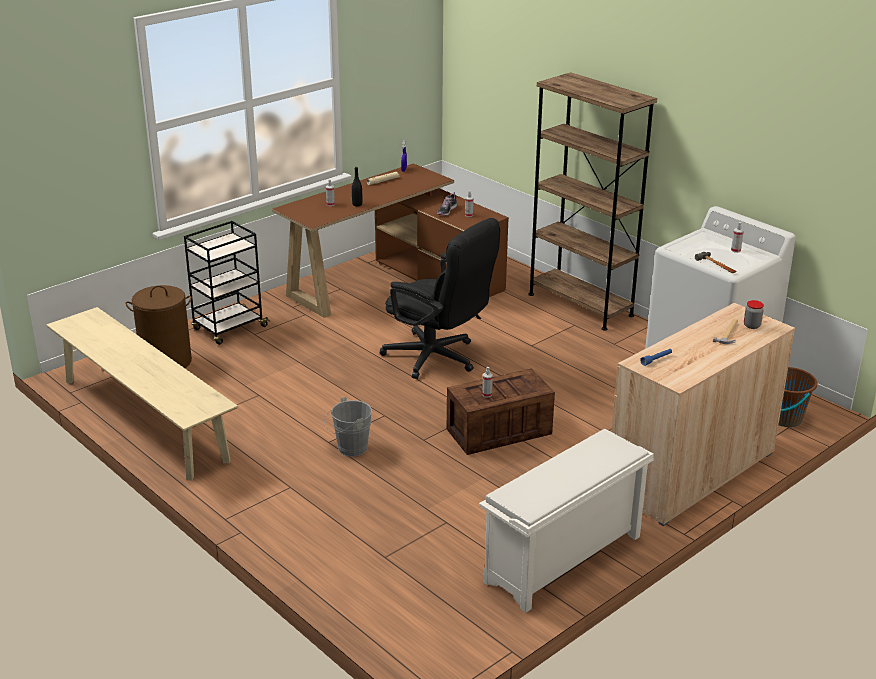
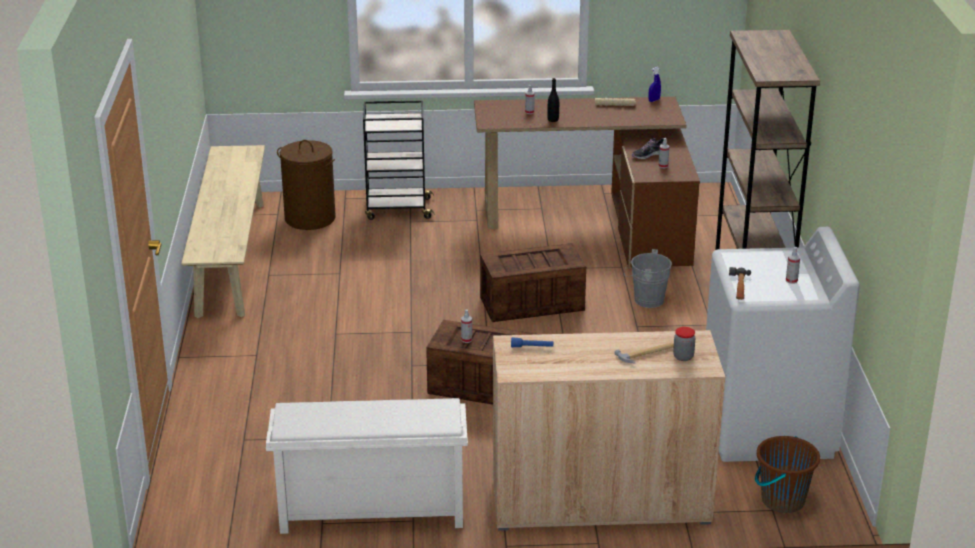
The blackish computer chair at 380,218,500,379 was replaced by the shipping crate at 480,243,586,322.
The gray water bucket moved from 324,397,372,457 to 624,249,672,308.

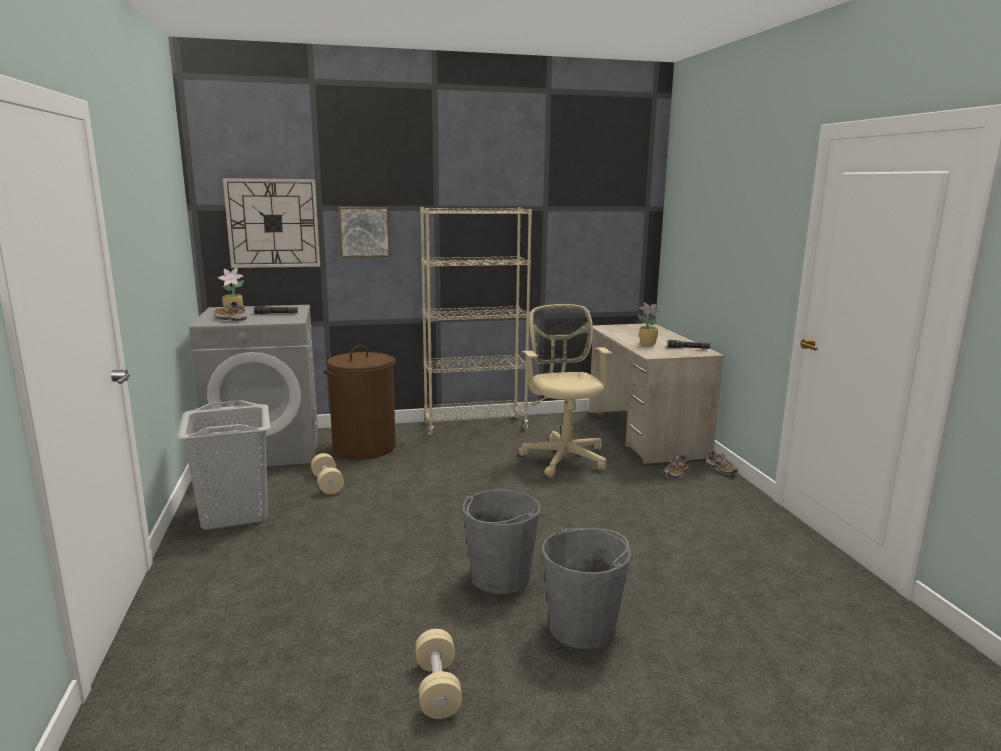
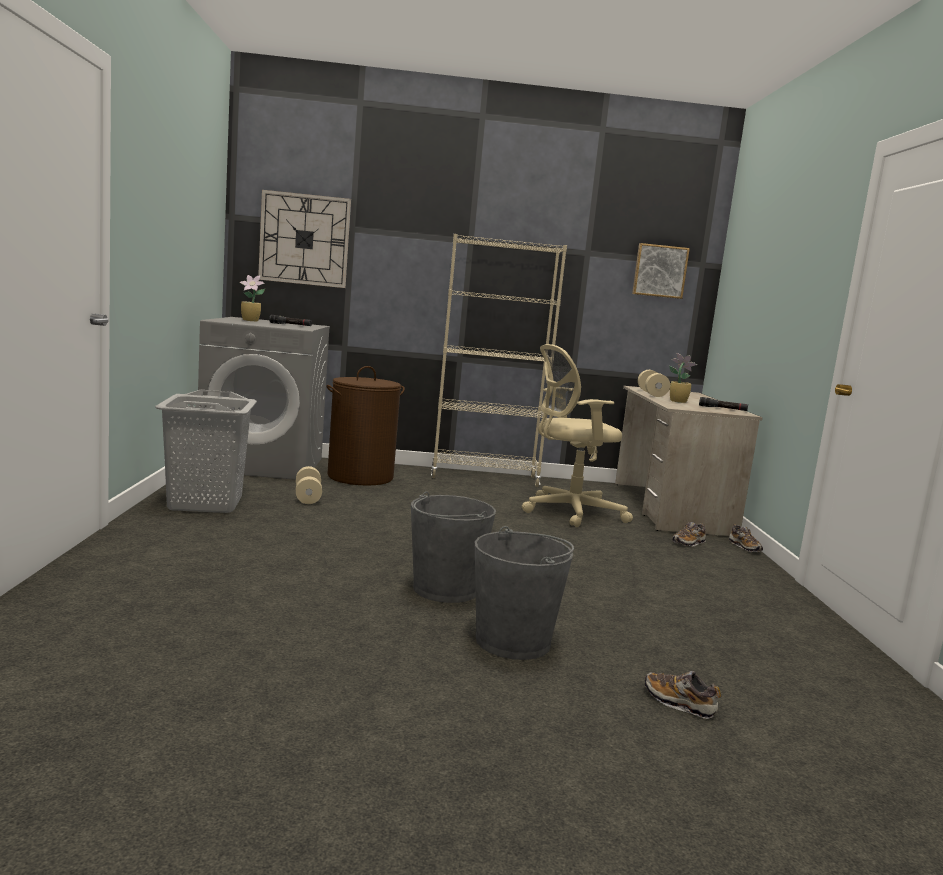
The wall picture moved from 338,207,390,257 to 632,243,690,299.
The low shoe moved from 214,301,247,322 to 645,671,721,719.
The sand-coloured computer chair at 518,304,612,478 turned 105 degrees counterclockwise.
The sand-coloured free weight moved from 415,629,462,719 to 638,370,670,397.

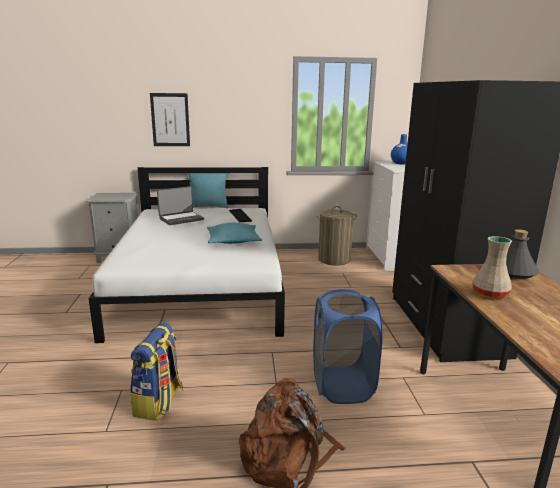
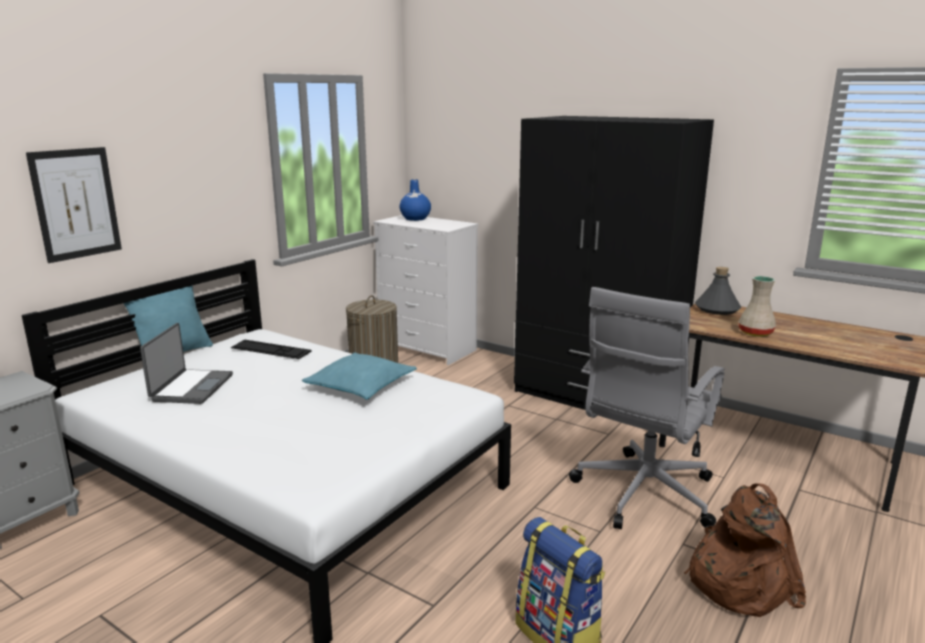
The blue-coloured washing basket at 313,289,383,404 was replaced by the gray computer chair at 569,287,724,529.

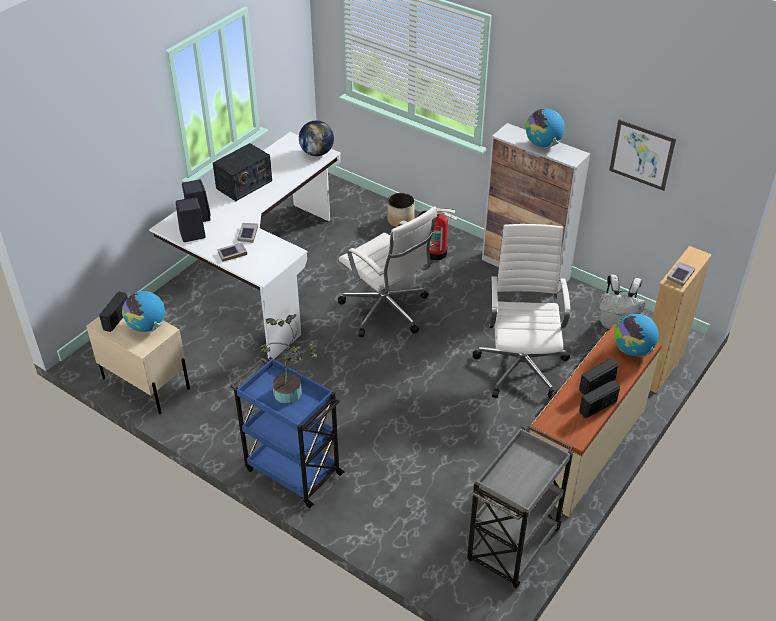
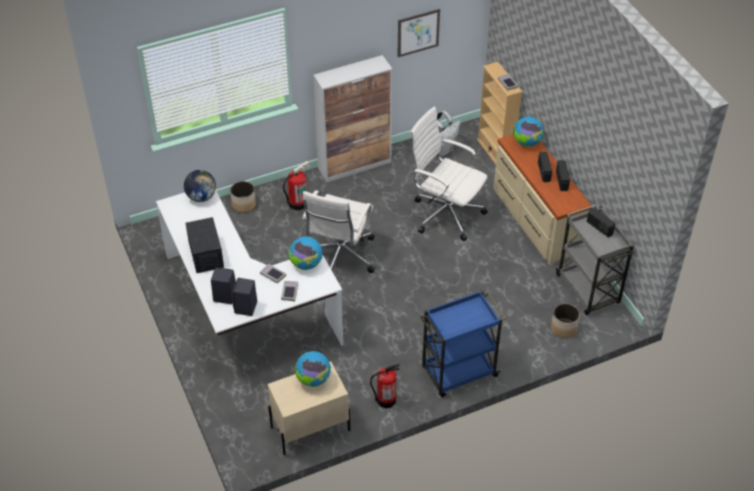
The globe moved from 525,109,565,148 to 289,236,323,270.
The white computer chair at 338,206,437,337 turned 120 degrees clockwise.
The radio moved from 99,292,128,332 to 587,208,616,238.
The plant in a pot at 259,314,317,404 disappeared.
The plant pot at 551,303,580,338 appeared.
The extinguisher at 370,364,400,408 appeared.

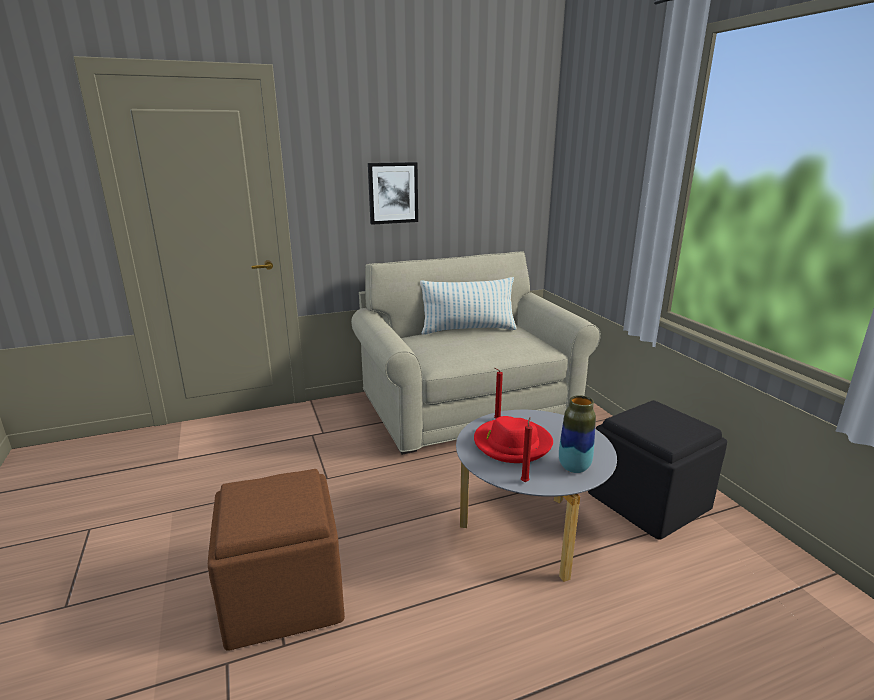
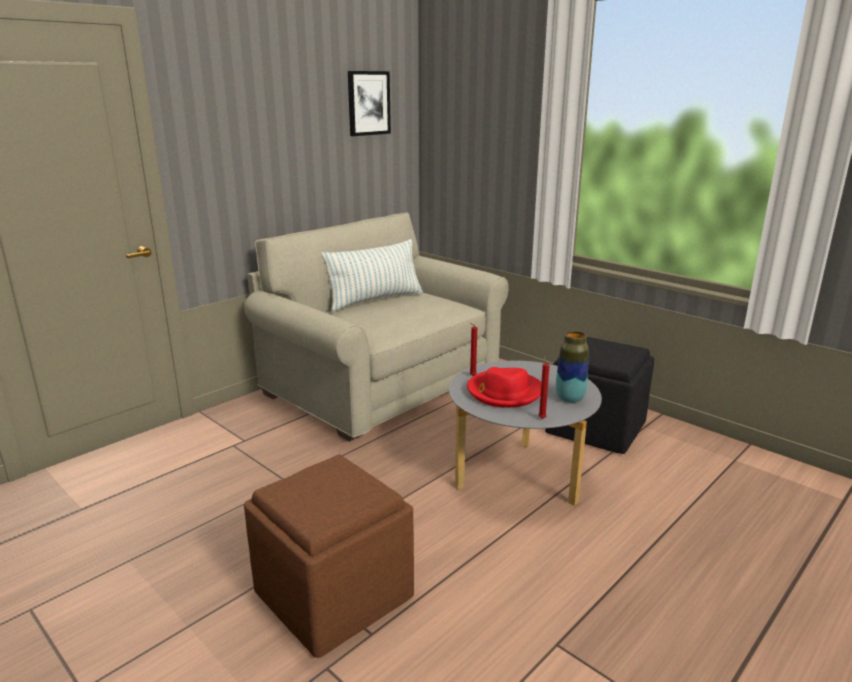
The wall picture moved from 368,162,418,225 to 348,71,391,136.

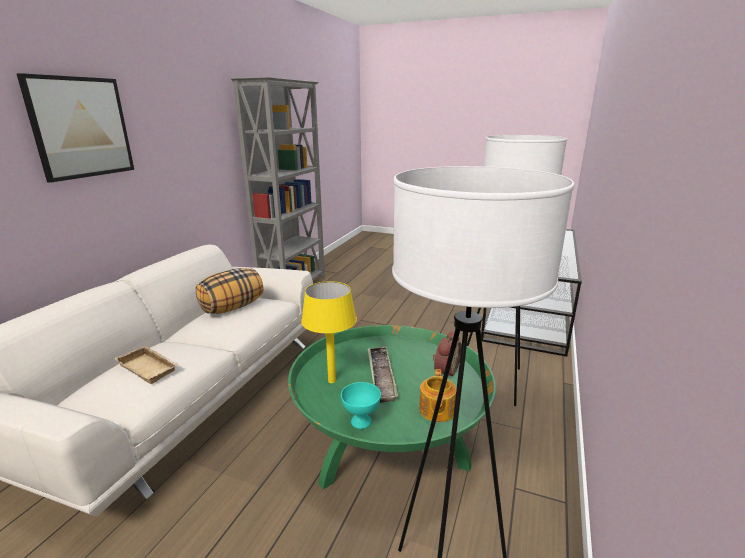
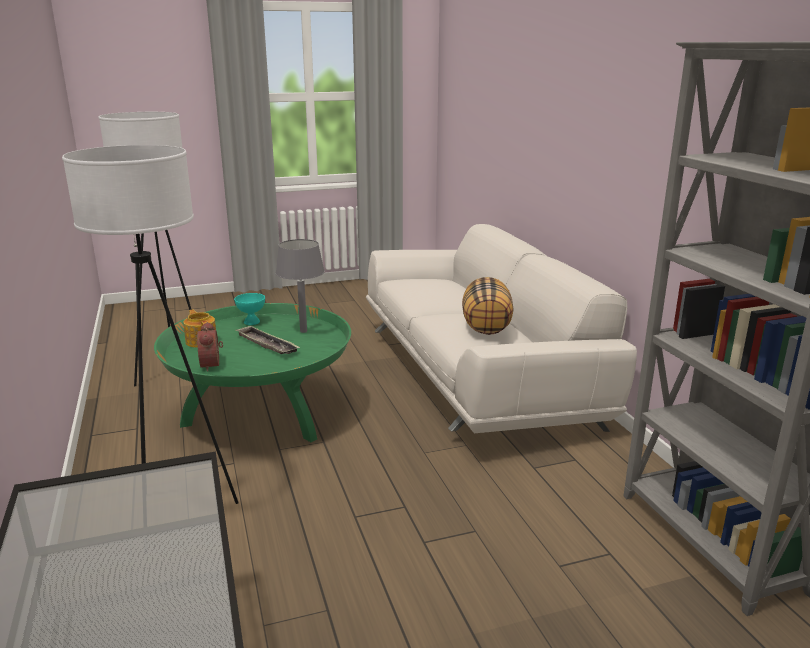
The wall picture at 16,73,134,183 disappeared.
The yellow table lamp at 301,281,357,383 became the gray table lamp at 276,239,325,333.
The sand-coloured tray at 114,346,180,384 disappeared.

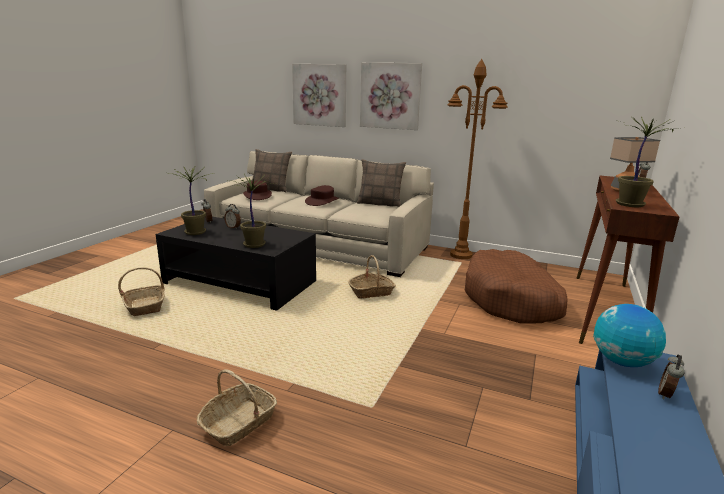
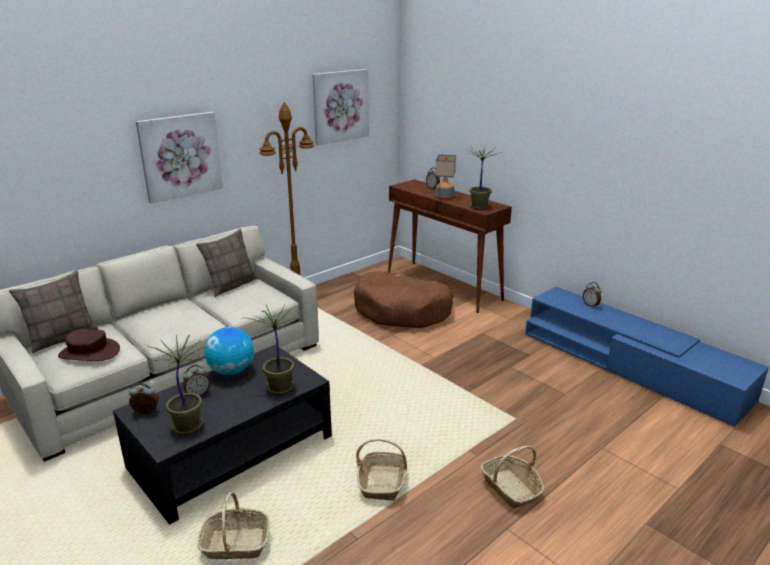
The wall picture moved from 292,64,346,127 to 312,69,369,145.
The brownish wearable hat at 305,185,339,206 disappeared.
The basket moved from 348,255,396,298 to 356,439,407,501.
The globe moved from 593,304,666,367 to 204,327,254,375.

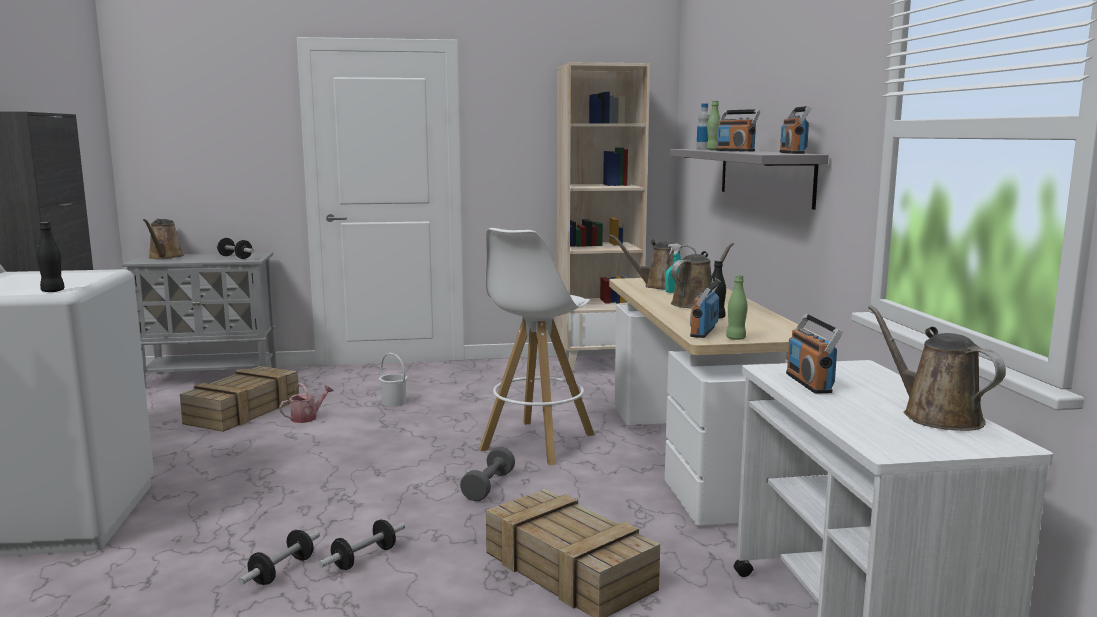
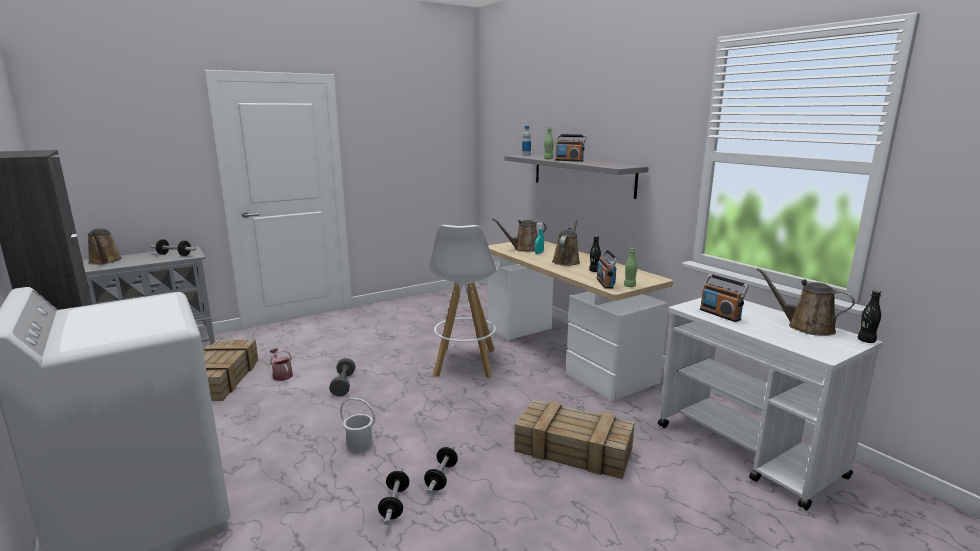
The sand-coloured bookshelf at 556,62,650,372 disappeared.
The radio at 780,106,811,154 disappeared.
The blackish beverage bottle moved from 37,222,65,292 to 857,290,881,343.
The white water bucket moved from 379,353,407,407 to 340,398,375,452.
The watering pot at 279,383,334,423 turned 60 degrees counterclockwise.
The gray free weight moved from 460,447,515,501 to 329,358,355,396.

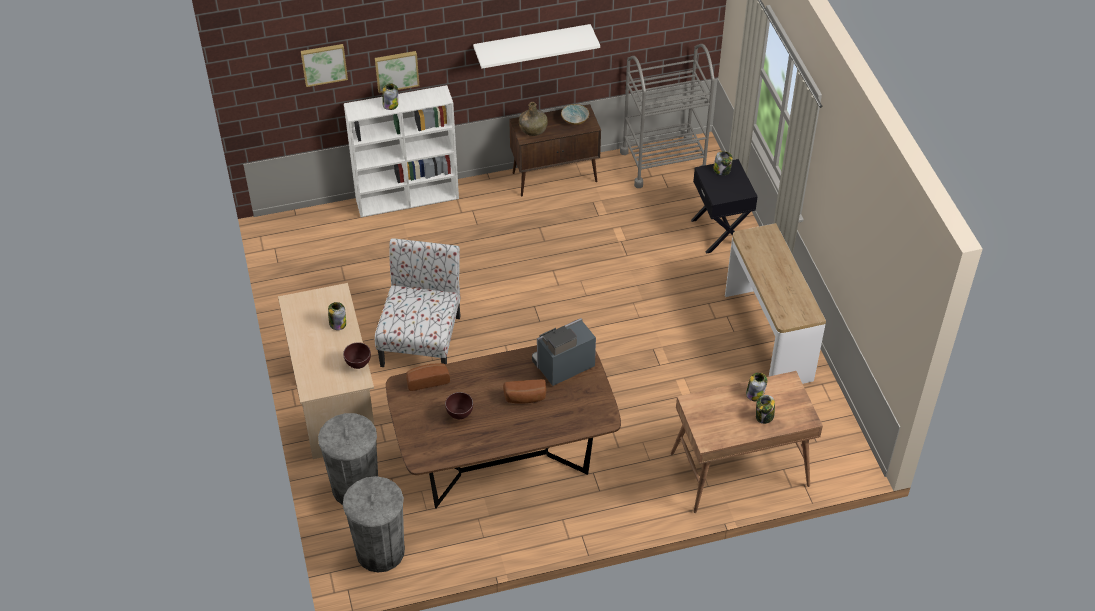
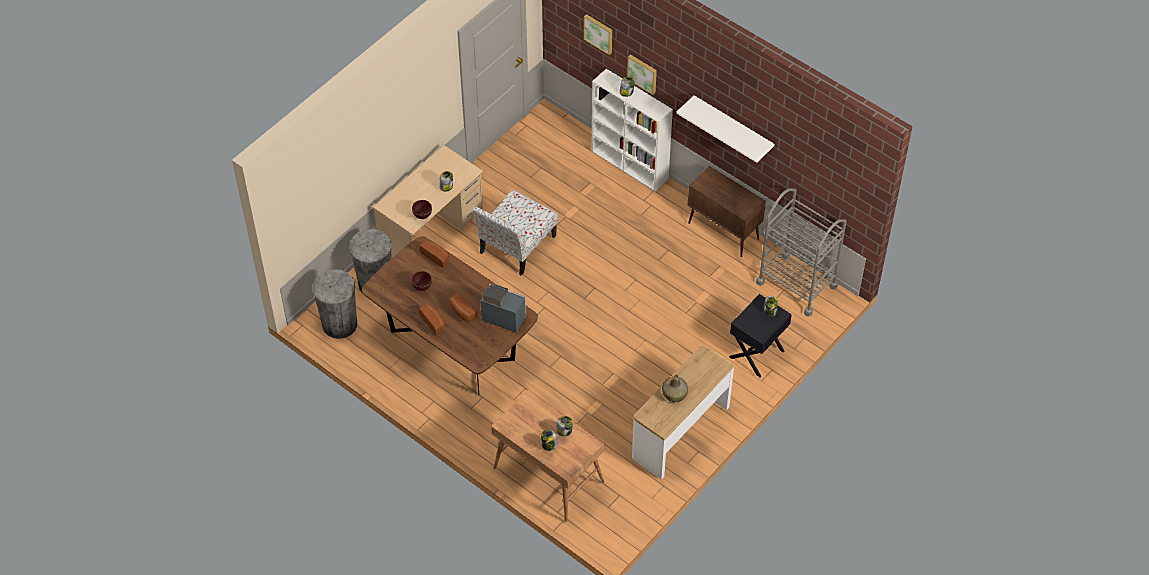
The green beverage bottle moved from 519,102,548,136 to 662,374,688,402.
The deep dish at 561,104,589,125 disappeared.
The chair at 375,238,461,367 turned 150 degrees clockwise.
The bread at 418,304,445,335 appeared.

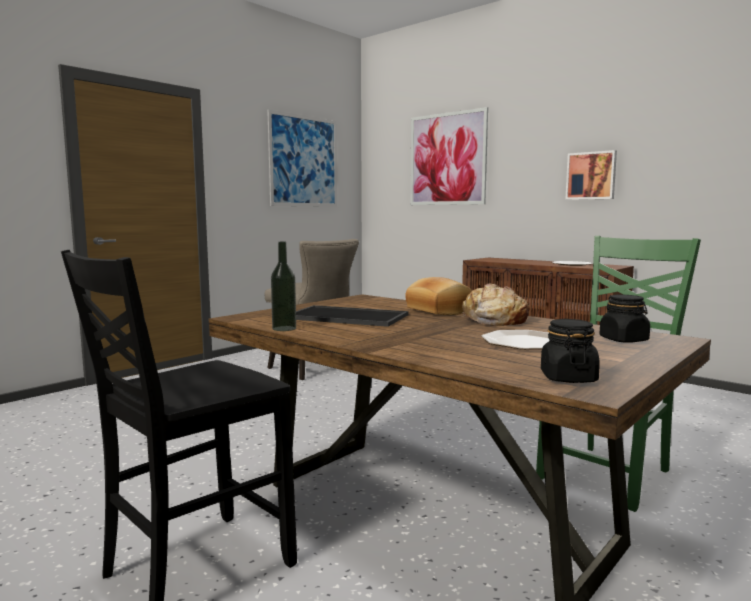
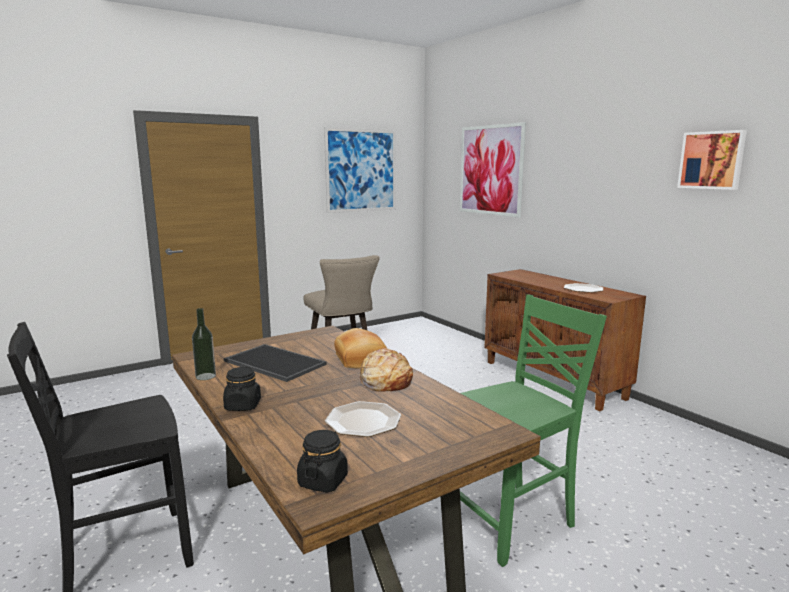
The wall picture moved from 565,150,617,200 to 677,130,747,190.
The blackish storage jar moved from 599,295,650,343 to 223,366,261,411.

